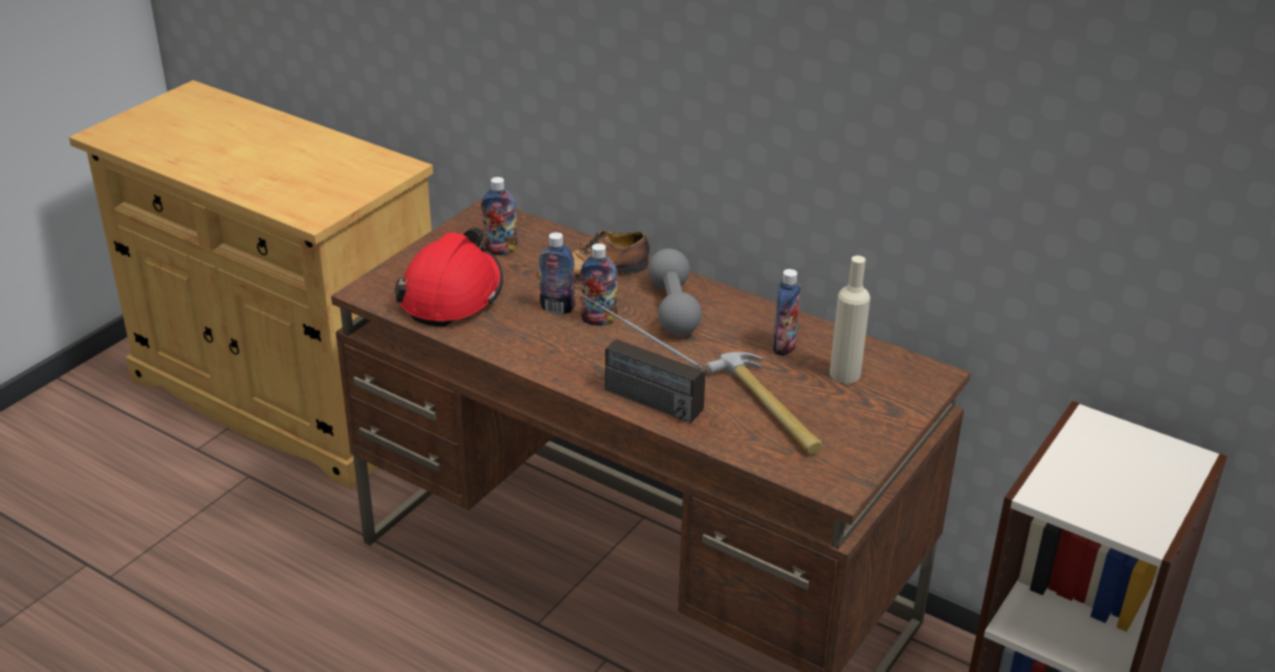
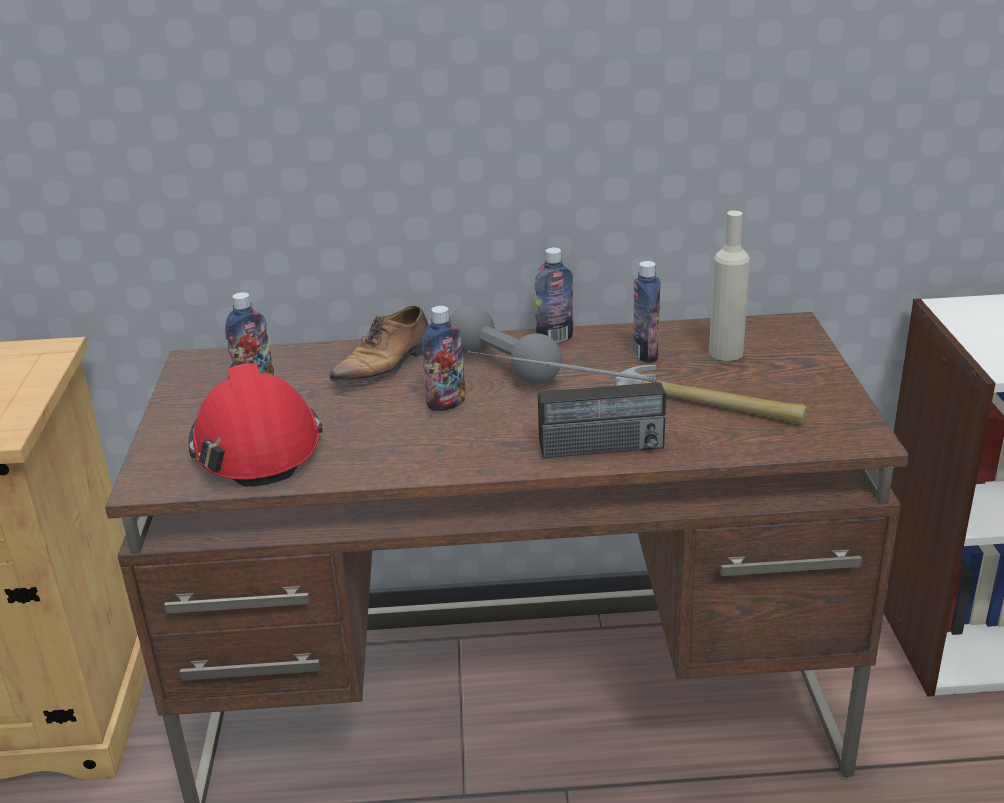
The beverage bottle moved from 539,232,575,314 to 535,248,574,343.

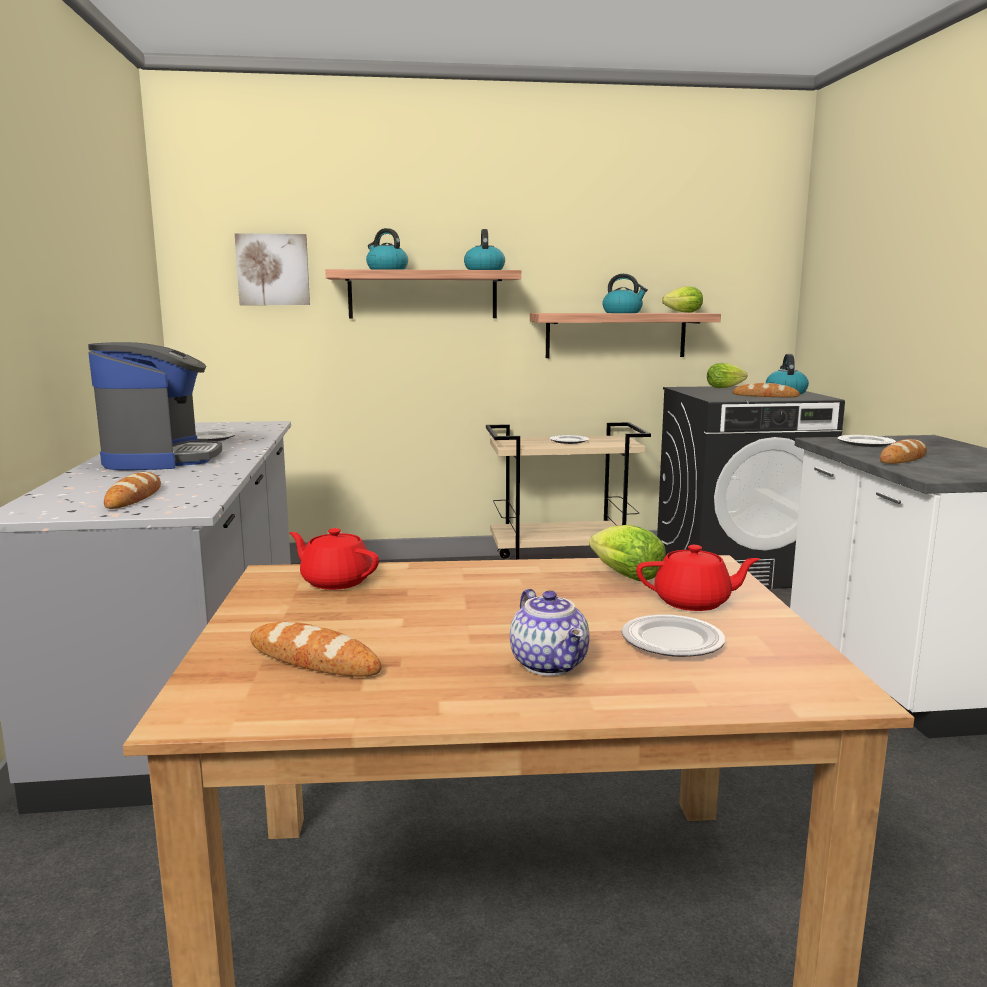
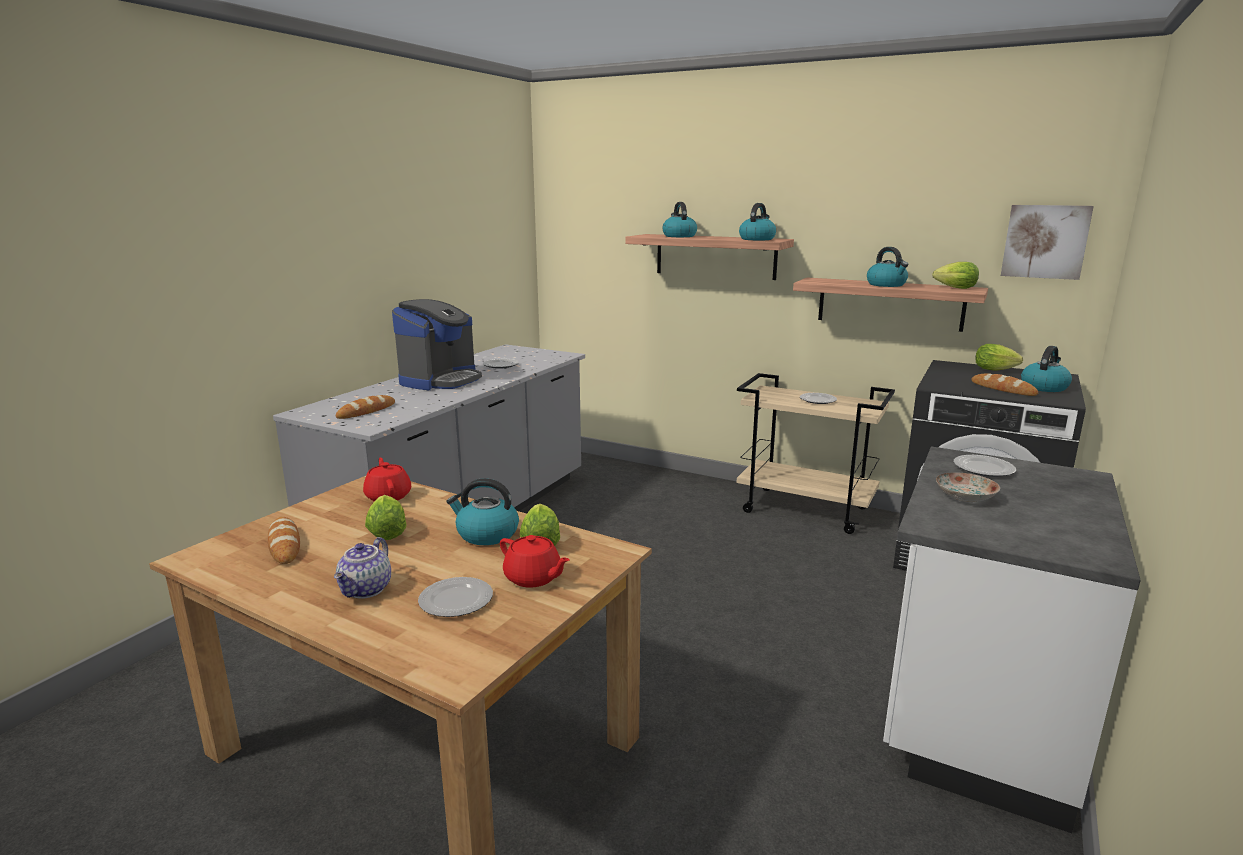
The wall picture moved from 235,233,310,305 to 1001,205,1094,280.
The bread at 880,439,927,464 was replaced by the plate at 936,472,1000,502.
The tea kettle at 447,478,519,545 appeared.
The lettuce at 365,495,407,540 appeared.

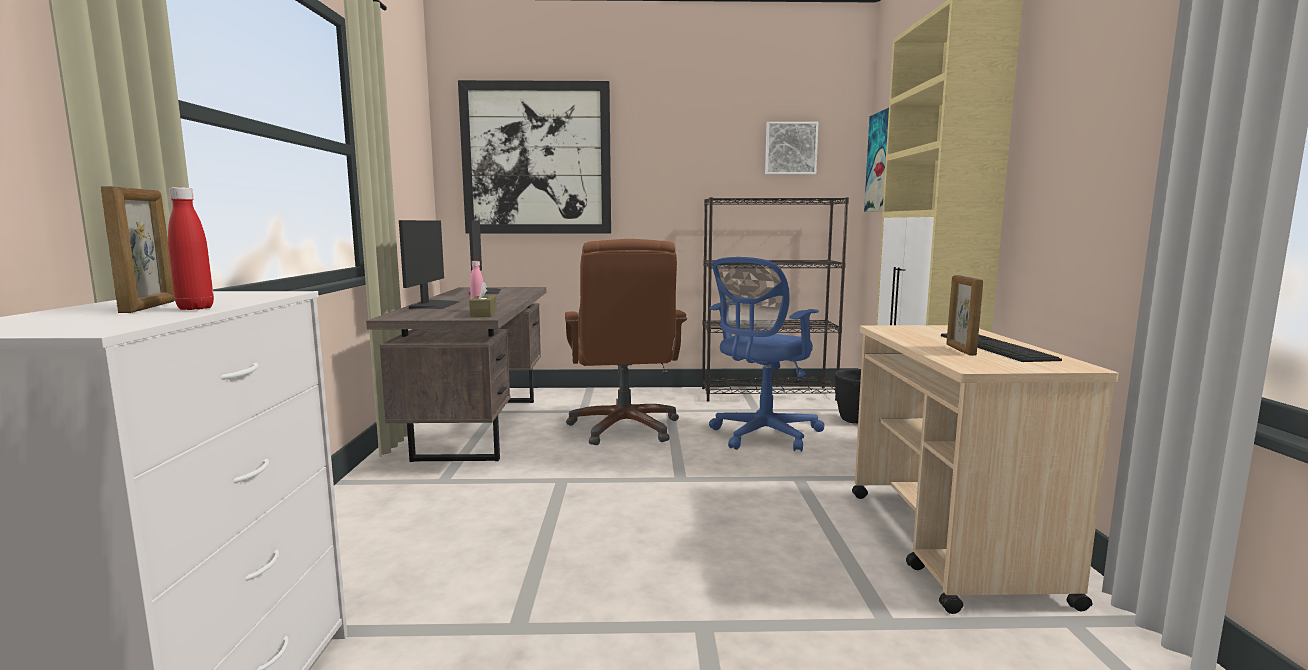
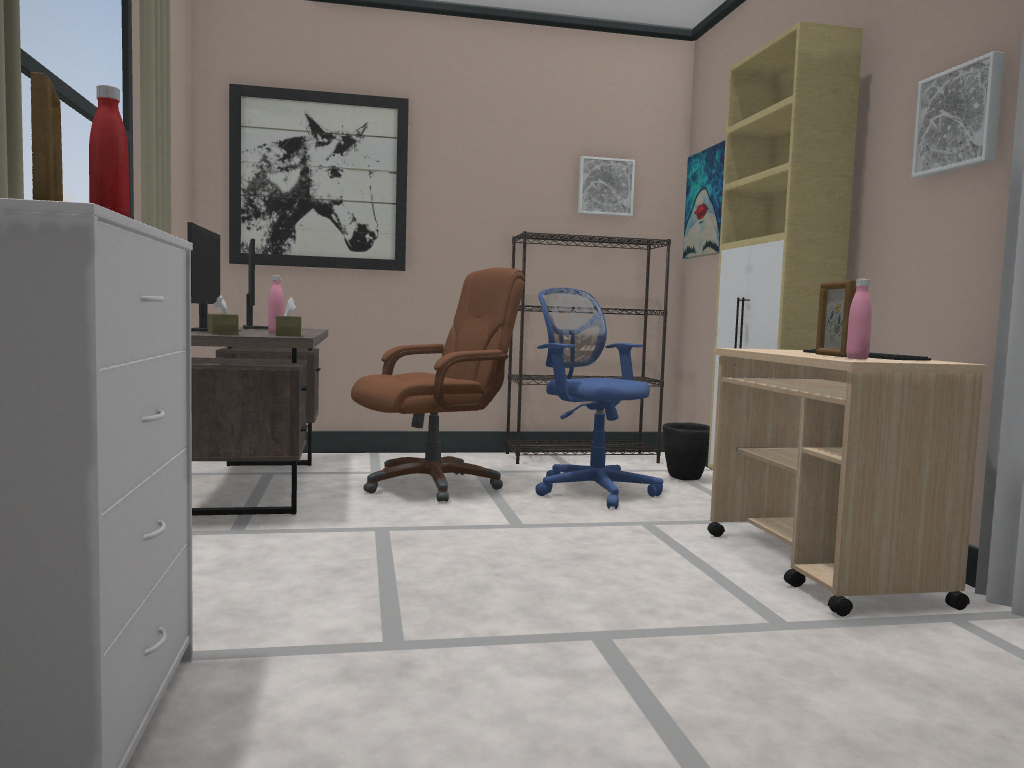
The brownish computer chair at 565,239,687,445 turned 105 degrees counterclockwise.
The blue-coloured computer chair at 709,257,825,452 turned 105 degrees clockwise.
The wall picture at 912,51,1004,178 appeared.
The pink beverage bottle at 846,279,872,359 appeared.
The brownish tissue box at 208,295,239,335 appeared.

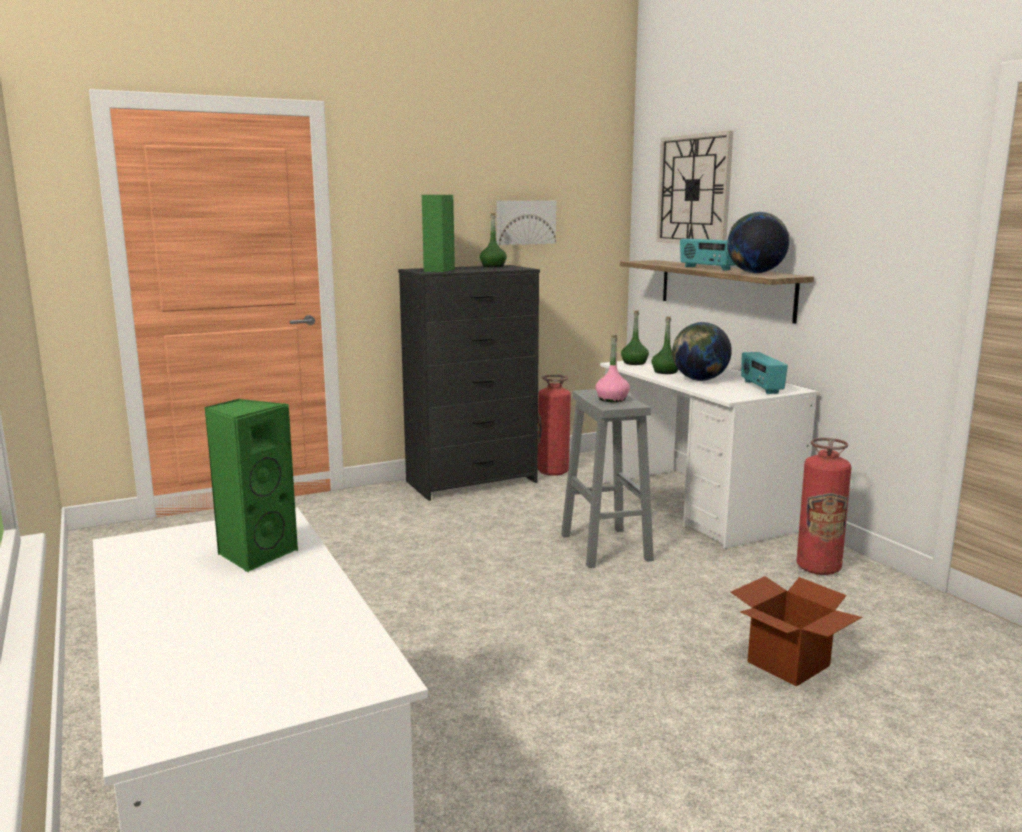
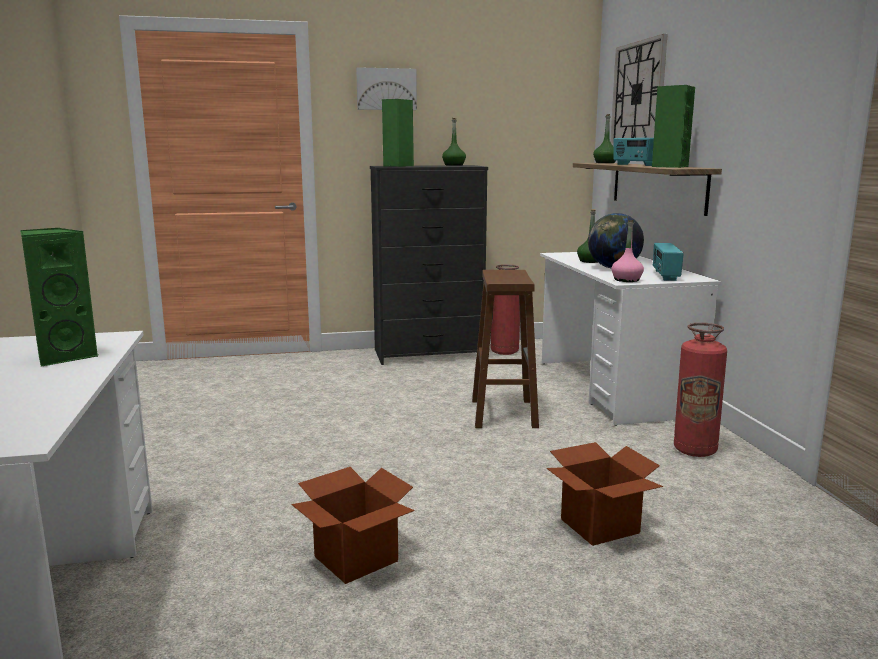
The wall picture moved from 497,201,556,245 to 356,67,417,110.
The globe at 727,212,789,273 was replaced by the green audio speaker at 652,85,695,168.
The green beverage bottle moved from 621,311,649,365 to 593,114,616,163.
The pink beverage bottle moved from 595,335,630,402 to 612,220,644,282.
The gray stool seat at 561,389,654,568 became the brownish stool seat at 472,270,539,428.
The cardboard box at 292,467,415,584 appeared.

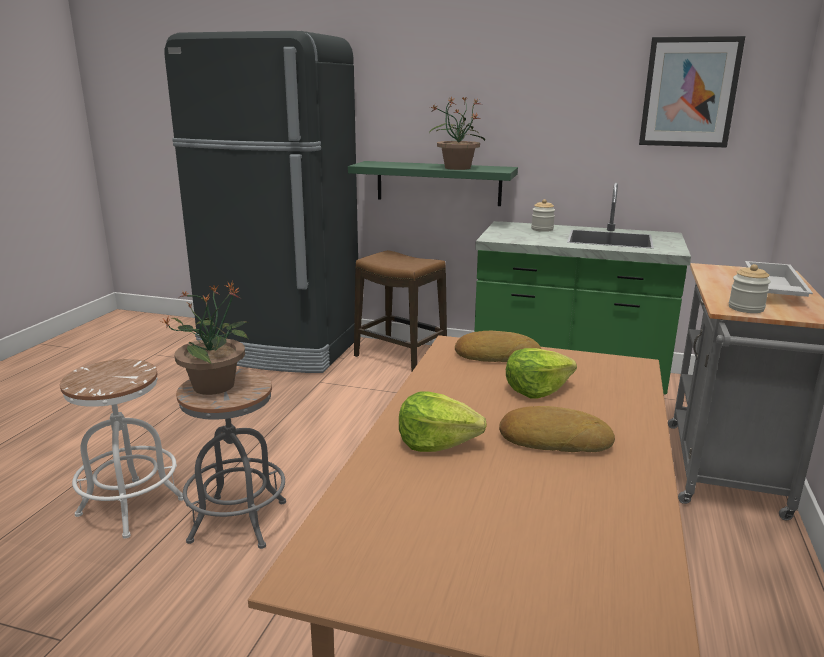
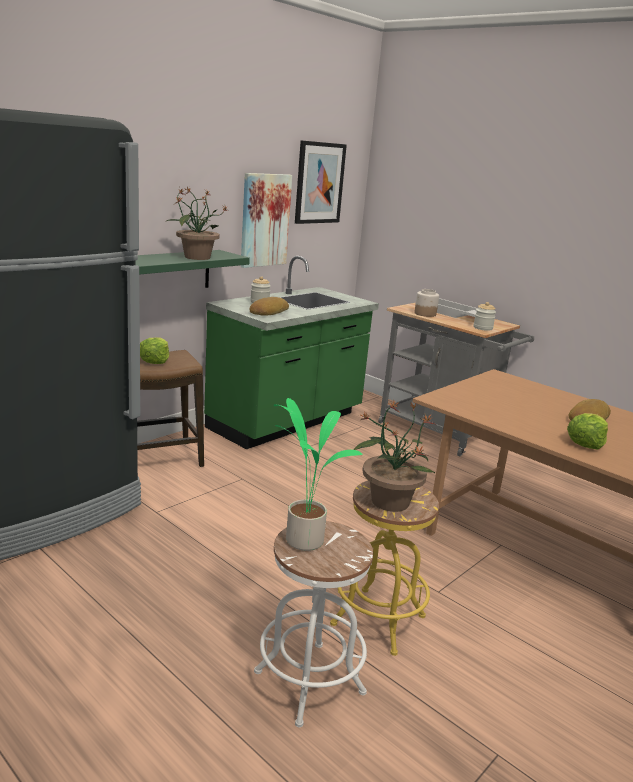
The bread moved from 455,331,541,362 to 249,297,289,316.
The lettuce moved from 506,348,577,399 to 140,337,169,364.
The gray stool seat at 176,369,286,549 became the yellow stool seat at 330,480,439,656.
The wall picture at 241,173,292,268 appeared.
The storage jar at 414,289,439,317 appeared.
The plant in a pot at 274,398,363,551 appeared.

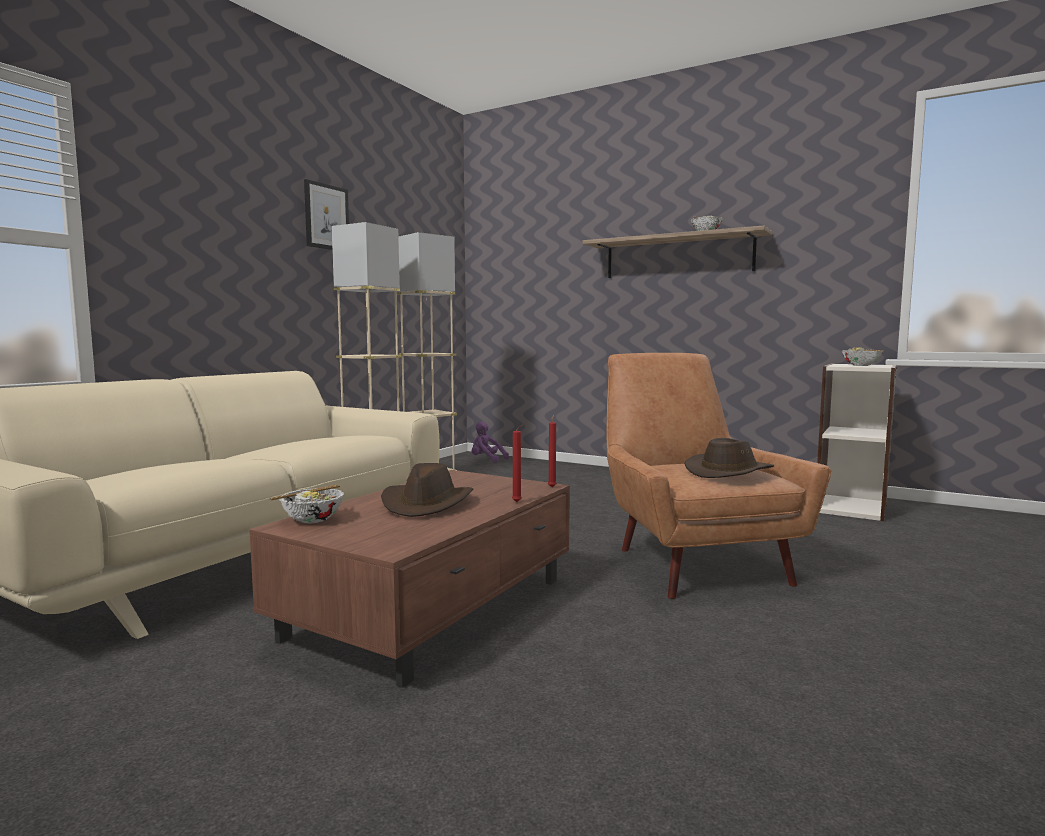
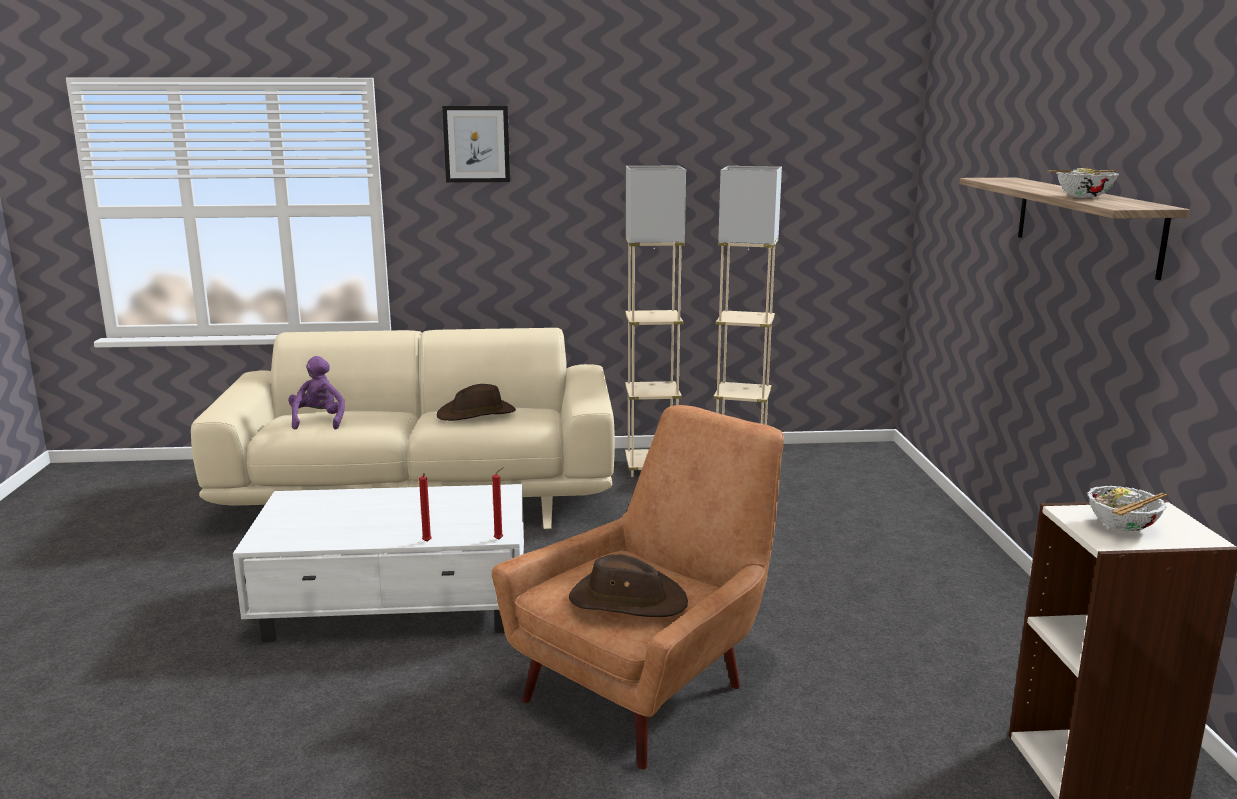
The wall picture moved from 304,179,349,250 to 442,106,510,182.
The purple soft toy moved from 472,422,509,462 to 288,356,345,430.
The brownish wearable hat moved from 381,463,473,517 to 437,384,516,421.
The brownish coffee table at 249,470,570,688 became the white coffee table at 233,484,524,642.
The deep dish at 269,485,344,523 disappeared.

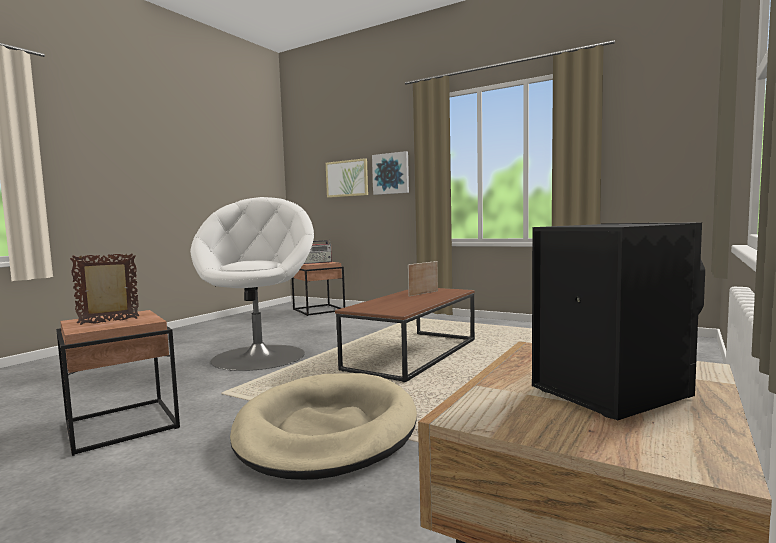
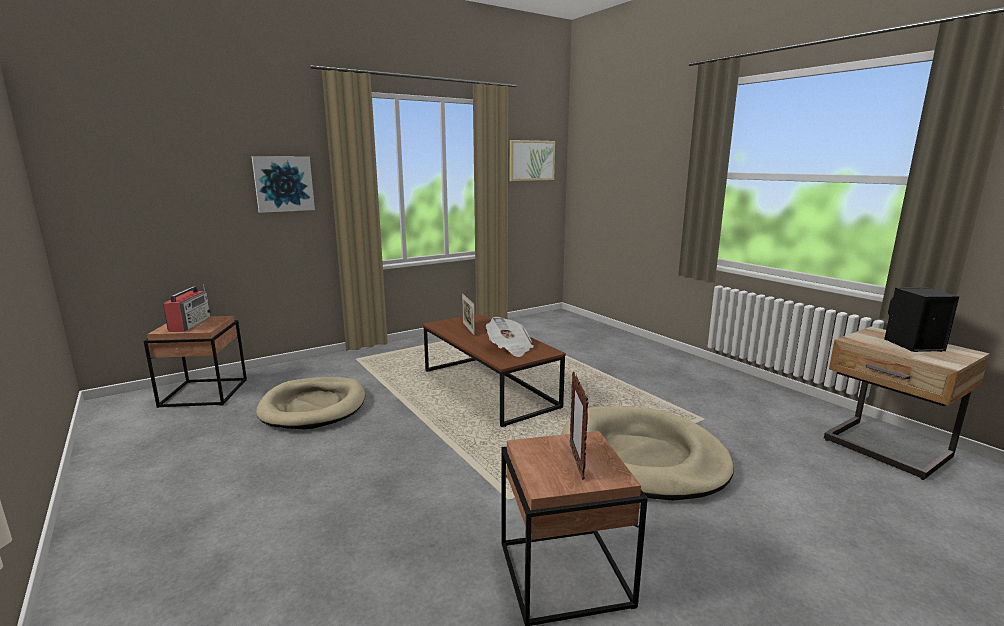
The wall picture moved from 326,158,368,198 to 510,140,555,181.
The white lounge chair at 190,197,314,371 disappeared.
The newspaper at 486,317,534,357 appeared.
The sand-coloured dog bed at 256,377,365,429 appeared.

